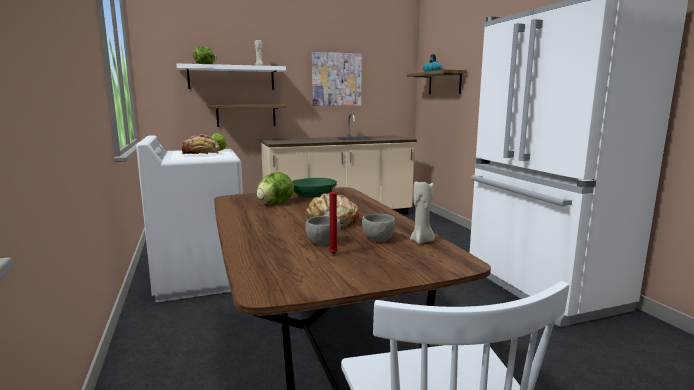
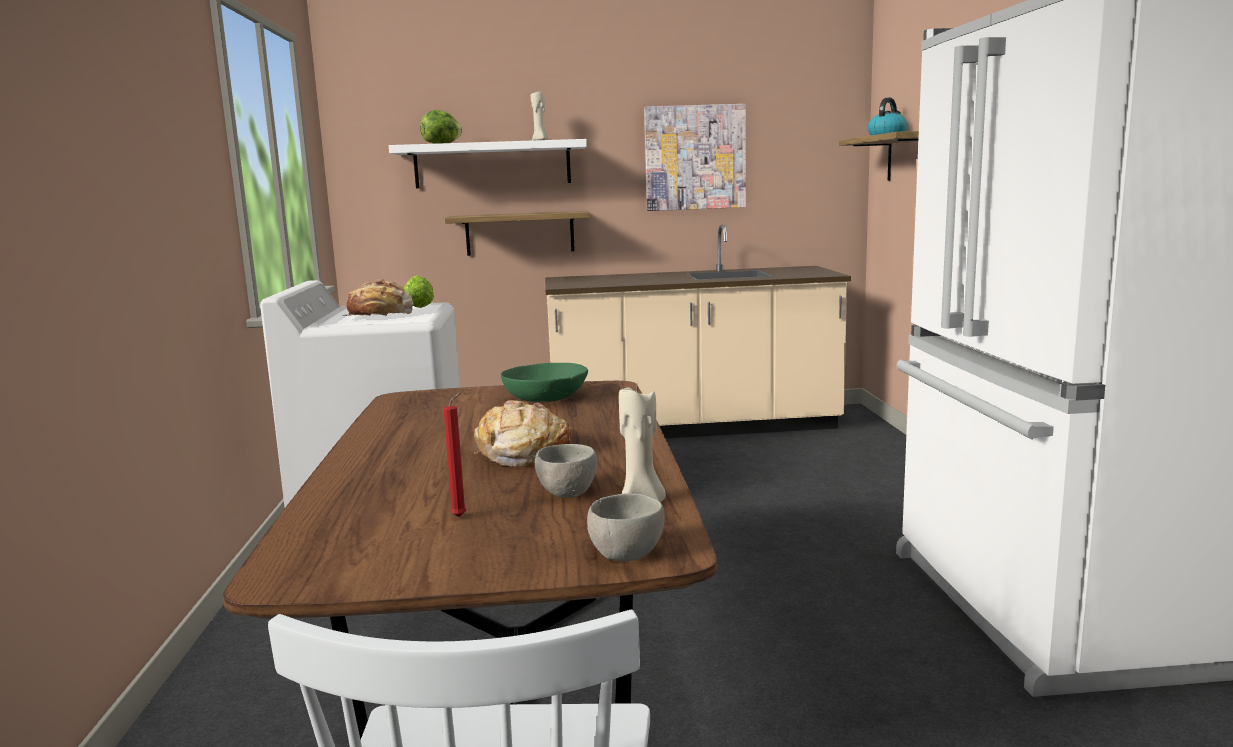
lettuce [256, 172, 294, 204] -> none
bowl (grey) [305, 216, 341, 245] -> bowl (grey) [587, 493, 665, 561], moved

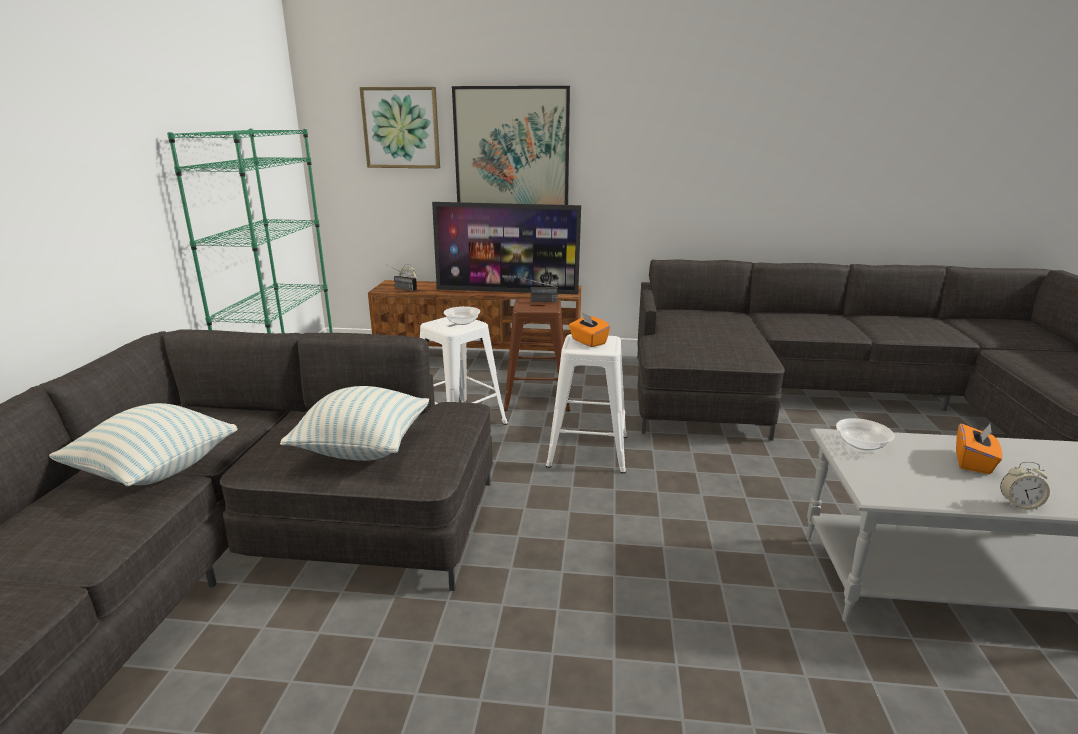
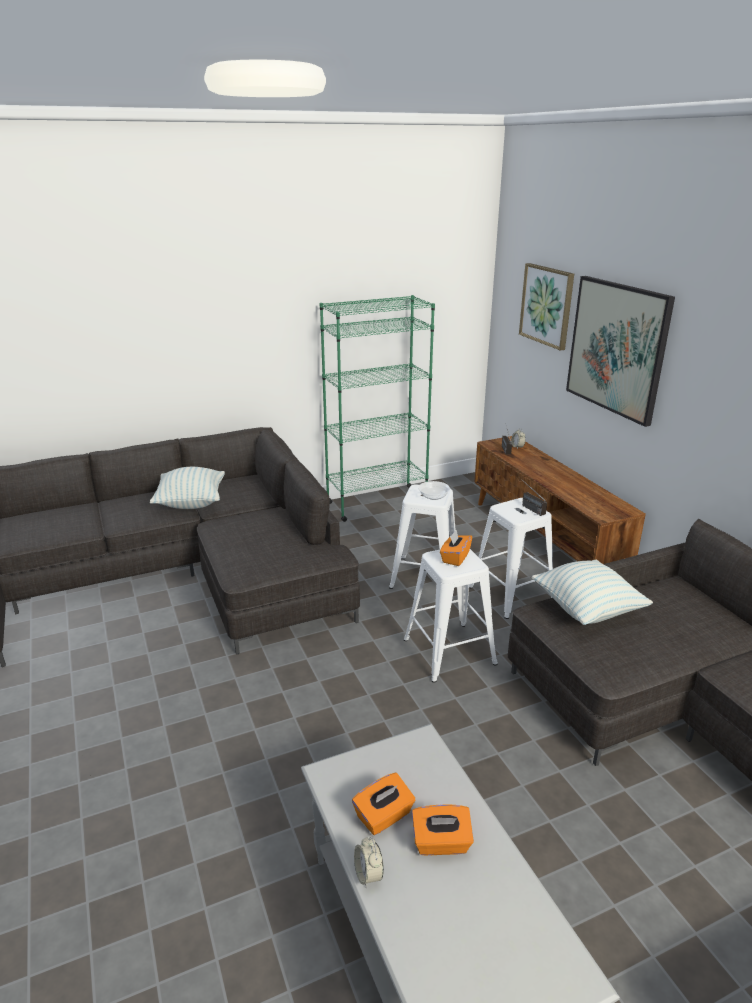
television [432, 202, 581, 295] -> none
stool (brown) [504, 299, 570, 412] -> stool (white) [469, 498, 553, 619]
pillow [280, 386, 429, 461] -> pillow [531, 560, 653, 625], moved
bowl [836, 418, 895, 450] -> none
none -> tissue box (orange) [352, 773, 415, 835]

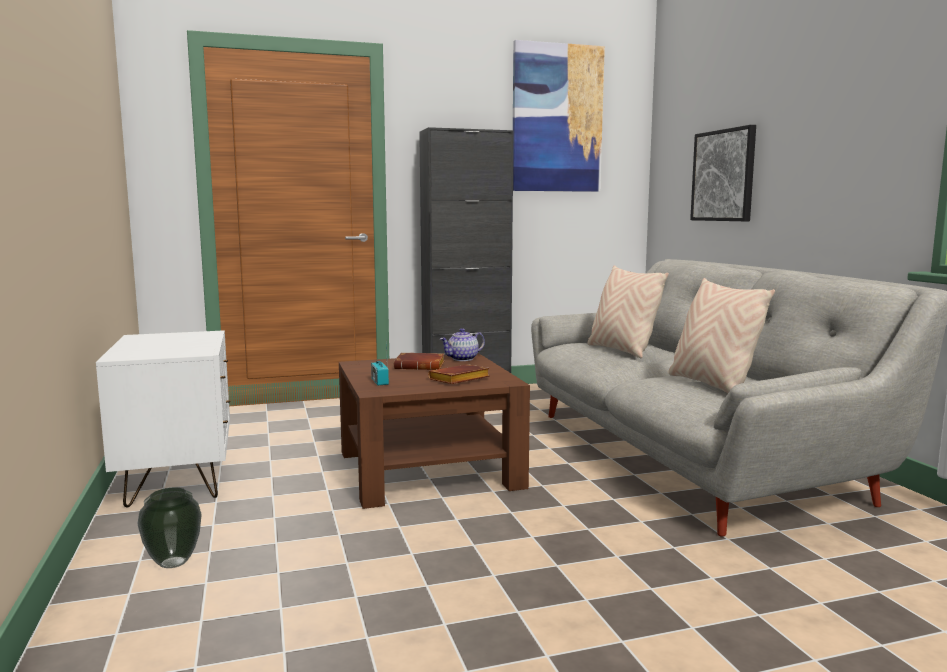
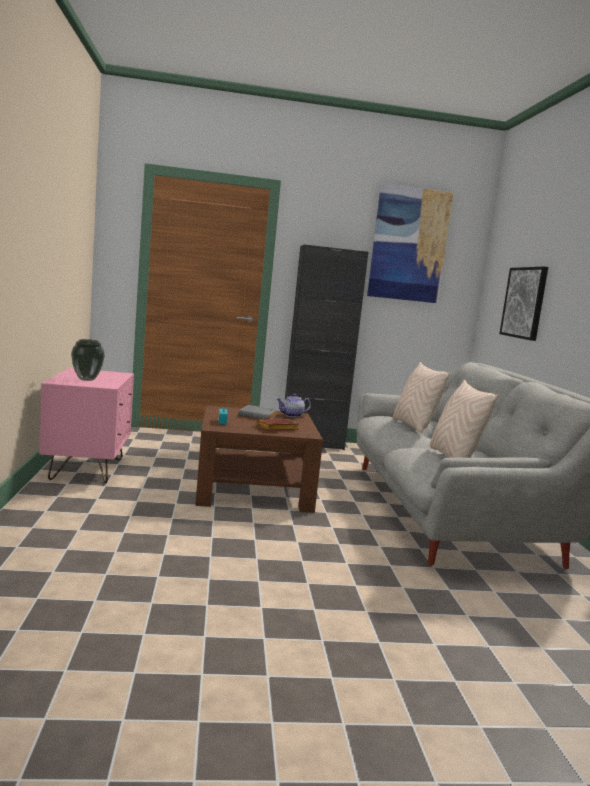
nightstand (white) [96, 330, 230, 508] -> nightstand (pink) [39, 368, 134, 483]
book (brown) [394, 353, 444, 370] -> book (grey) [239, 405, 277, 419]
vase [137, 488, 202, 568] -> vase [71, 339, 105, 381], moved

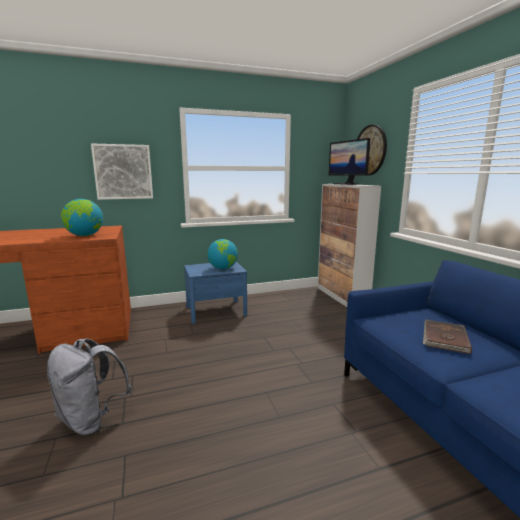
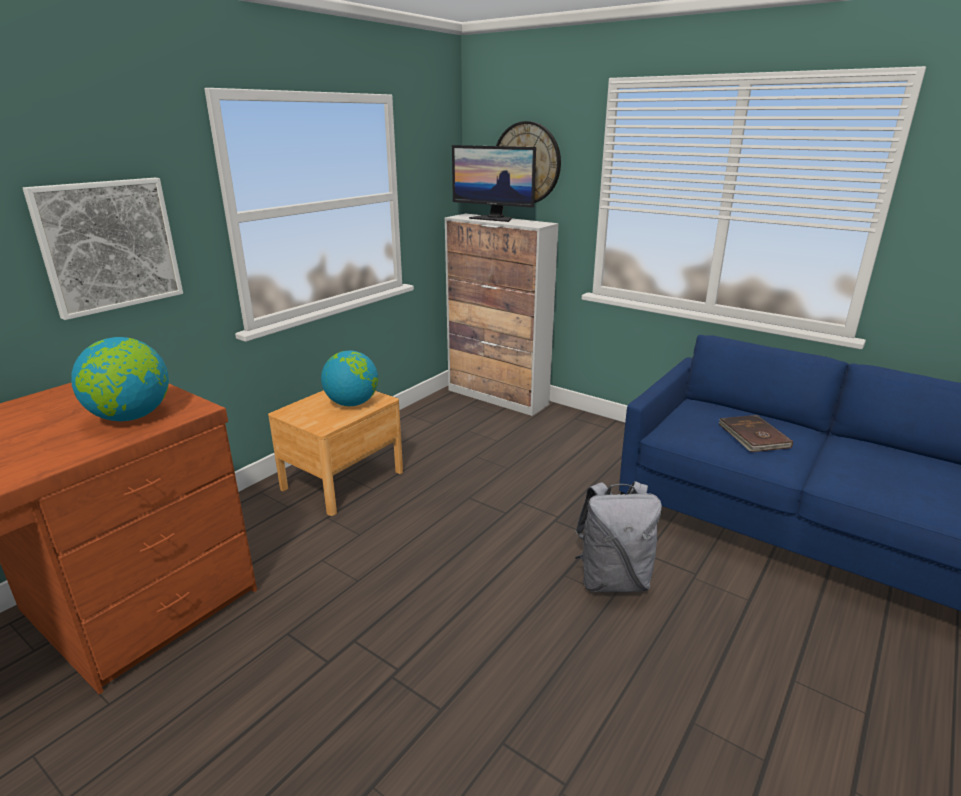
nightstand (blue) [184, 261, 247, 324] -> nightstand (brown) [268, 390, 403, 516]
backpack (grey) [47, 338, 132, 436] -> backpack (grey) [575, 481, 662, 592], moved

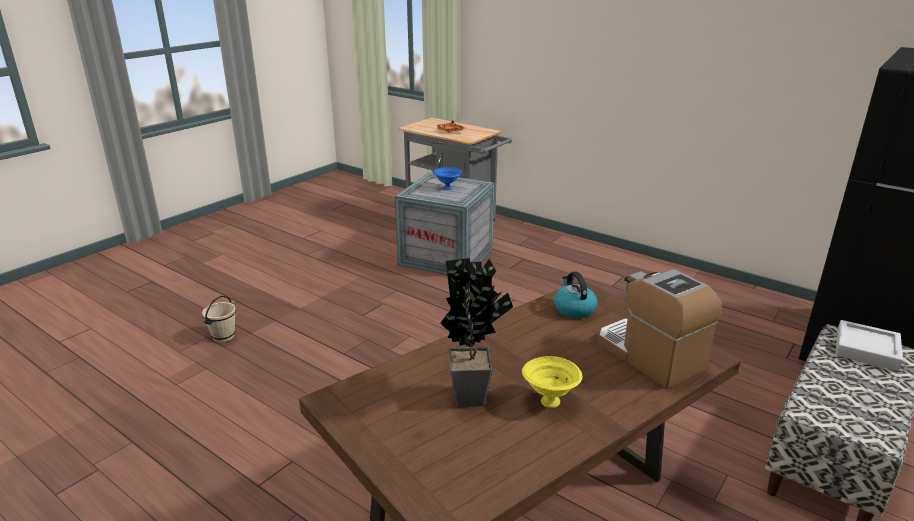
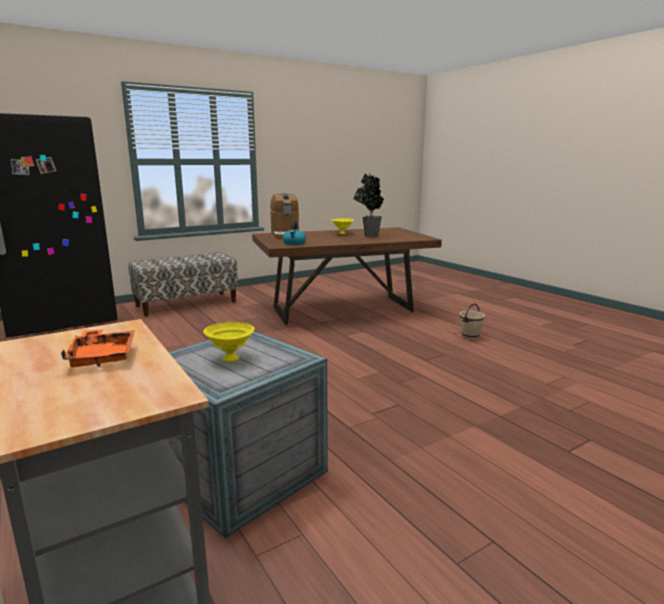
bowl (blue) [433, 167, 462, 190] -> bowl (yellow) [203, 322, 254, 362]
bucket (beige) [202, 296, 236, 343] -> bucket (beige) [460, 303, 485, 340], moved
tray (grey) [836, 320, 903, 371] -> none

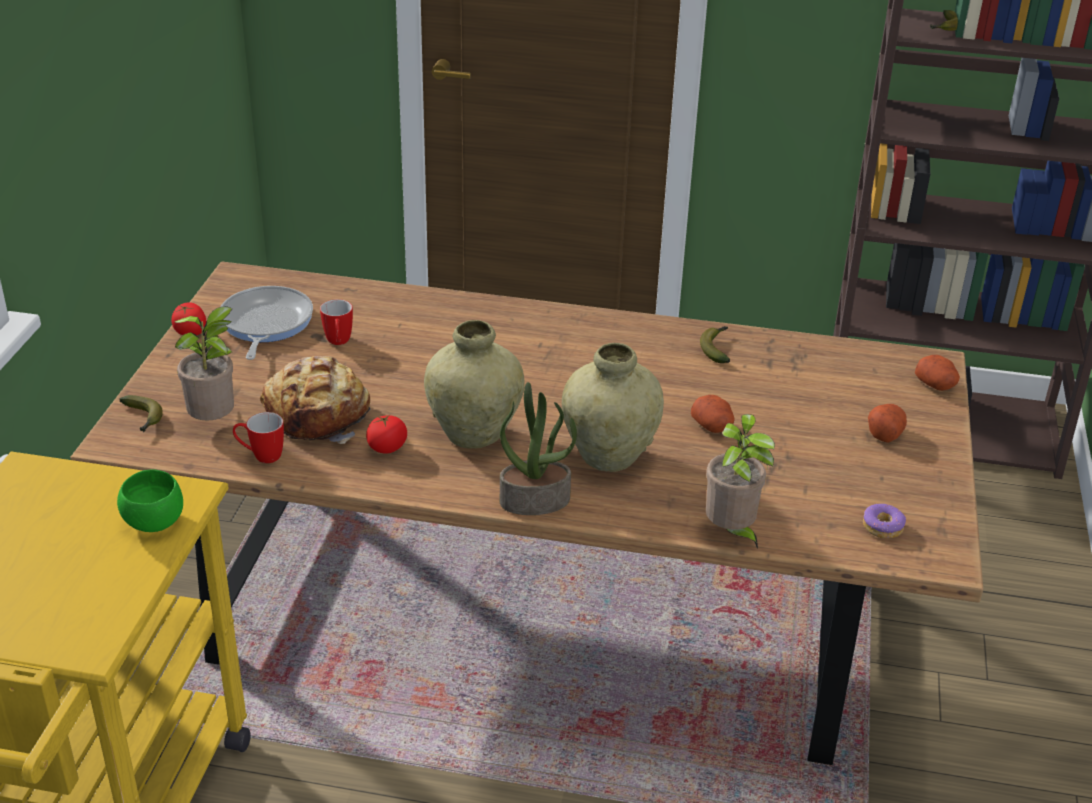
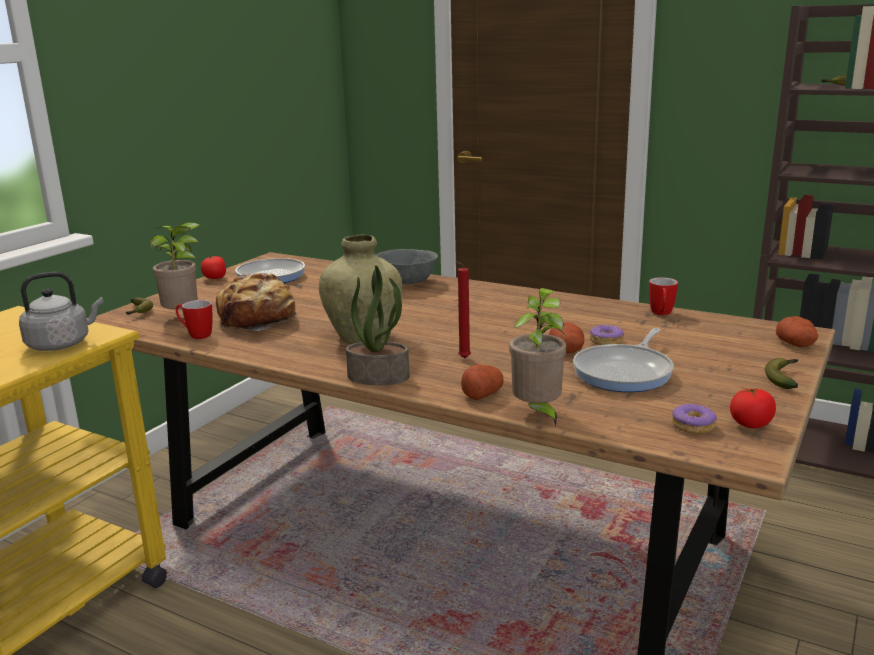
mug [320, 299, 353, 345] -> mug [649, 277, 678, 315], moved
banana [700, 326, 730, 363] -> banana [765, 358, 798, 389], moved
vase (beige) [562, 343, 664, 472] -> candle (red) [455, 261, 471, 358]
potato [868, 404, 907, 443] -> potato [461, 364, 503, 400], moved
tomato [366, 415, 407, 454] -> tomato [730, 387, 776, 428], moved
bowl (green) [117, 469, 183, 532] -> kettle (grey) [19, 272, 103, 351]
none -> bowl (grey) [376, 249, 438, 284]
none -> donut [589, 324, 624, 345]
none -> frying pan [573, 328, 674, 392]

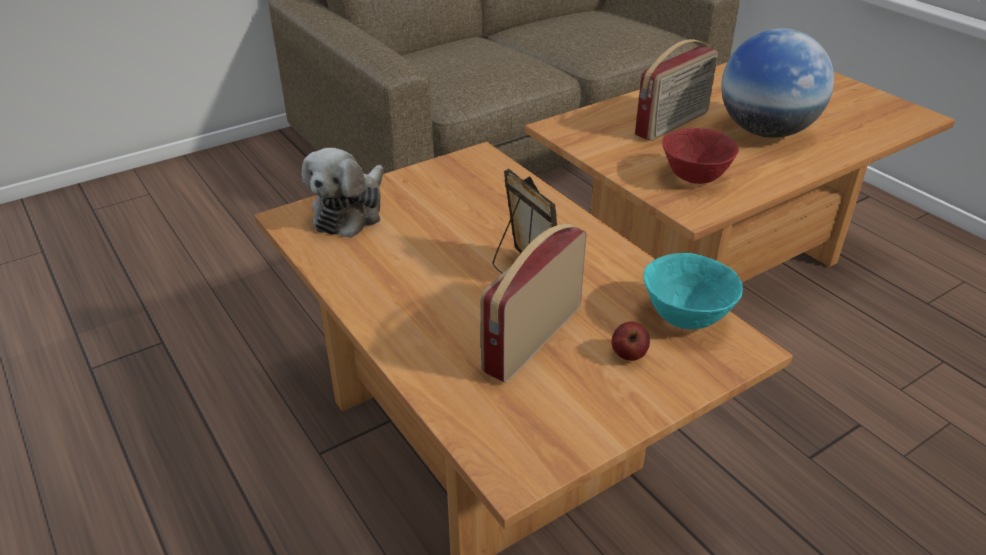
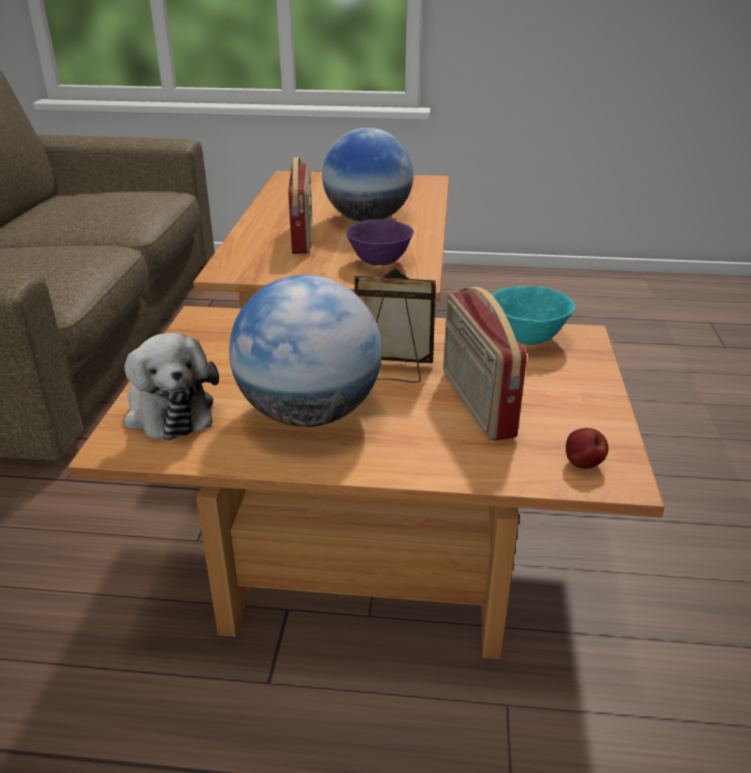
bowl (red) [662, 128, 739, 184] -> bowl (purple) [346, 219, 414, 266]
apple [611, 322, 650, 361] -> apple [566, 428, 609, 469], moved
none -> globe [229, 275, 382, 427]

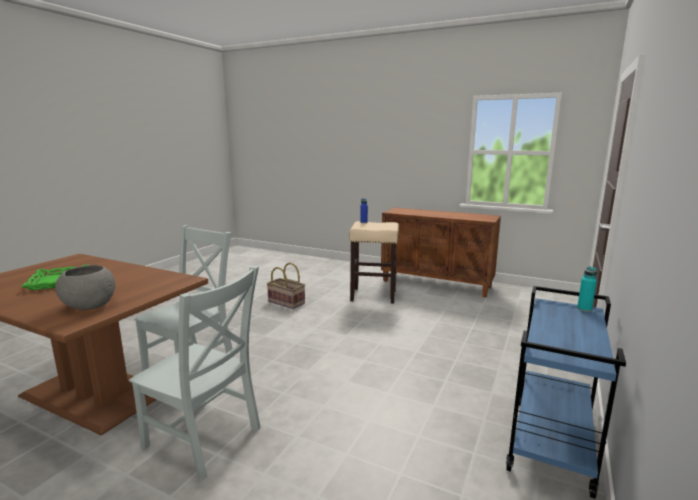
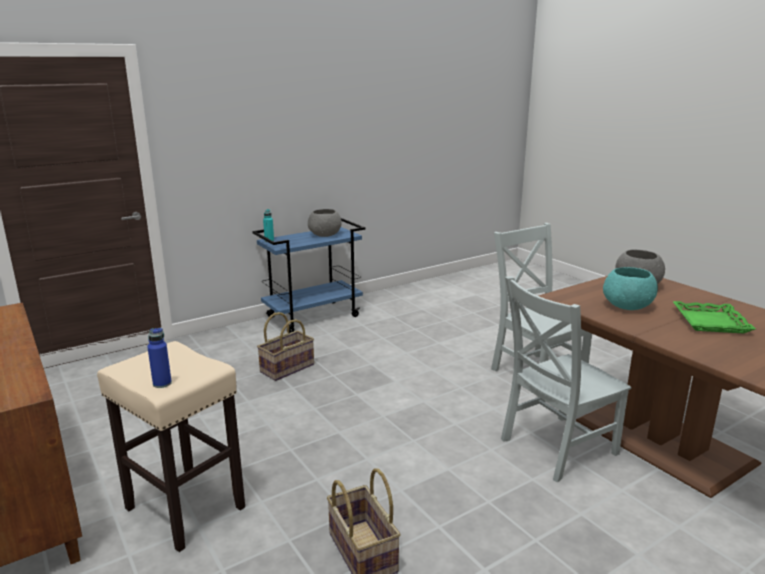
none -> bowl (grey) [308, 209, 342, 237]
none -> bowl (turquoise) [603, 267, 658, 310]
none -> basket [257, 312, 314, 381]

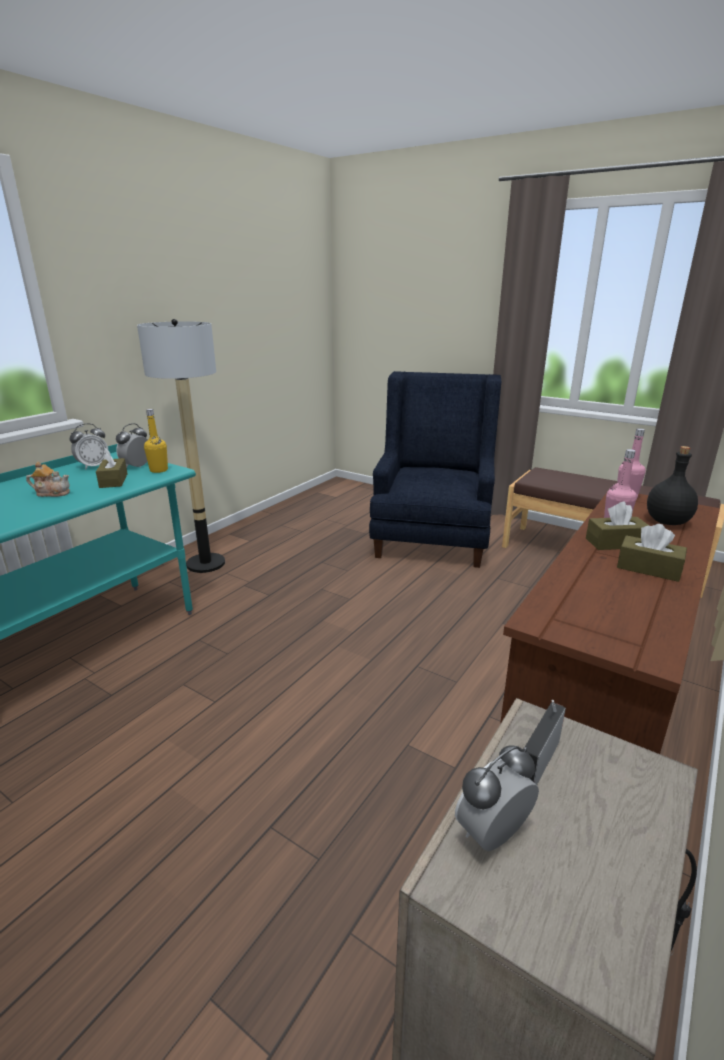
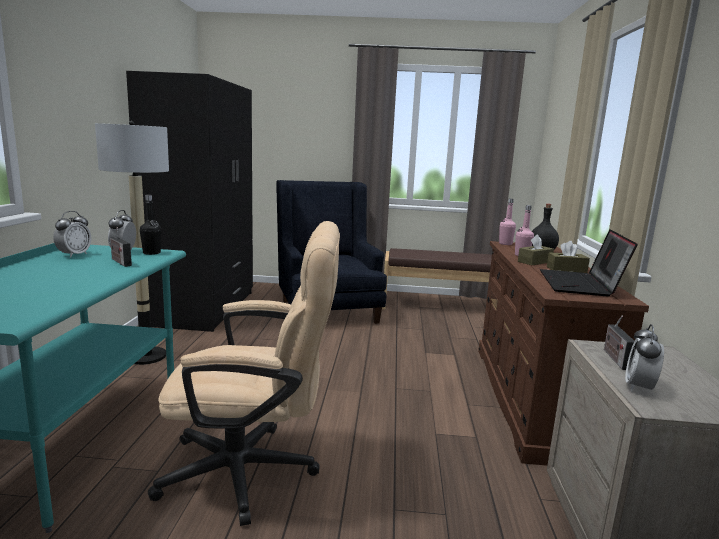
bottle (yellow) [144, 409, 168, 473] -> bottle (black) [140, 195, 162, 255]
tissue box (brown) [96, 448, 128, 488] -> radio [110, 227, 132, 267]
teapot [26, 462, 70, 497] -> none
none -> wardrobe (black) [126, 71, 253, 332]
none -> office chair (beige) [148, 221, 340, 526]
none -> laptop [540, 230, 638, 297]

